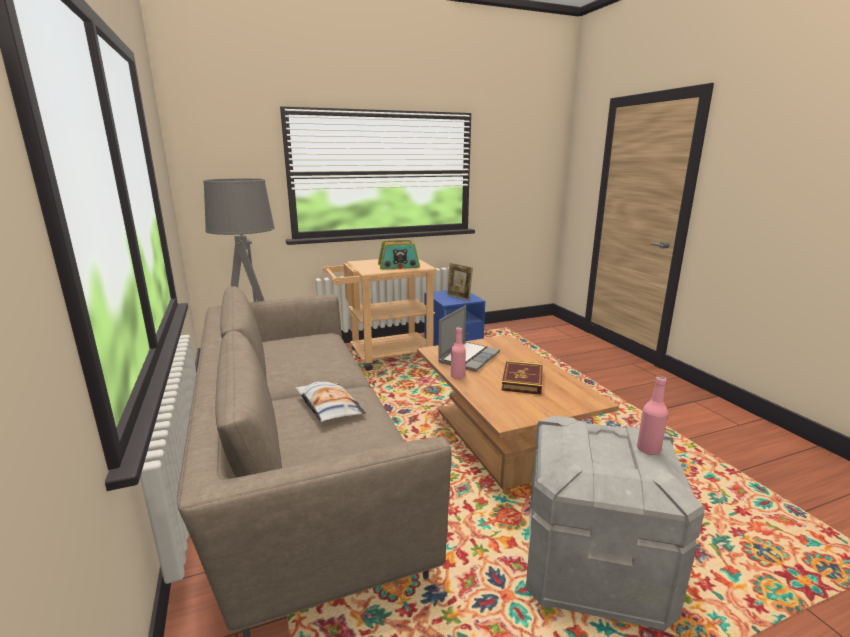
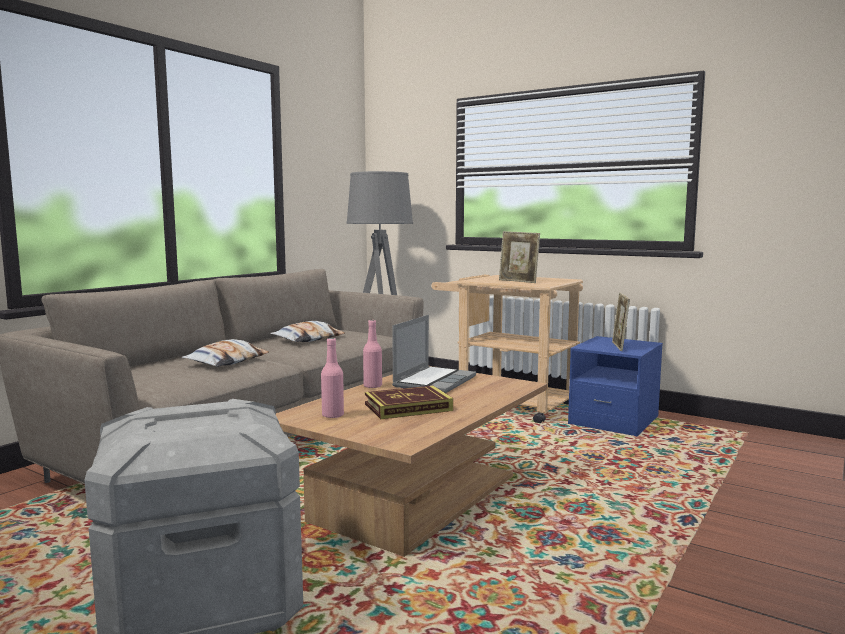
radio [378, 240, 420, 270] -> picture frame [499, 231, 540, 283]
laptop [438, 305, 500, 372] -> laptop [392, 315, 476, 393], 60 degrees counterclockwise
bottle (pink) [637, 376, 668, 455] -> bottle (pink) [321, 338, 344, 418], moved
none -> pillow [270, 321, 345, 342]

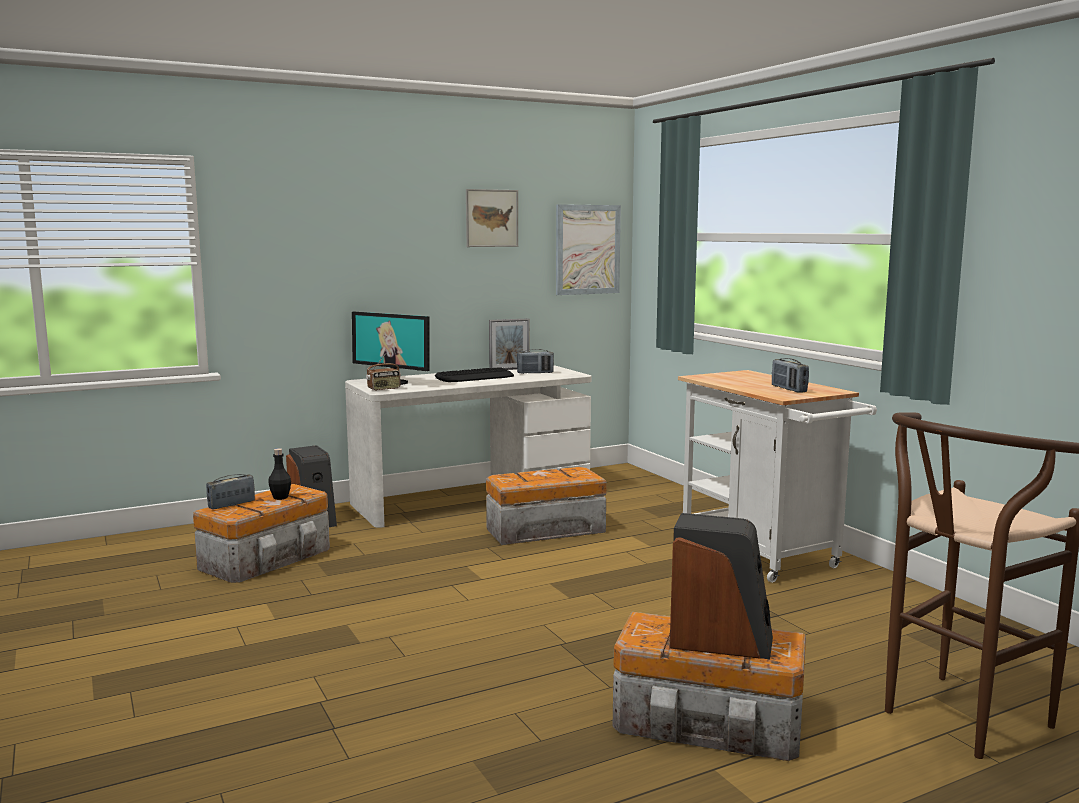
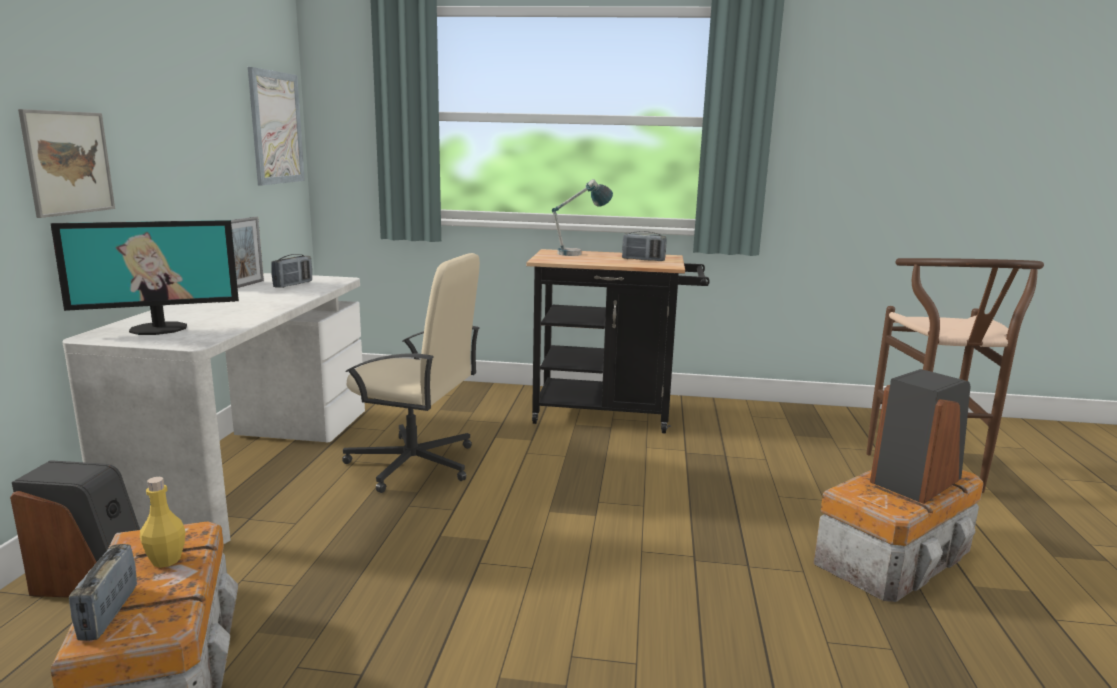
picture [466, 189, 518, 247] -> picture [18, 109, 115, 218], moved
radio [366, 353, 401, 391] -> none
keyboard [435, 368, 514, 382] -> none
cart (white) [678, 370, 877, 583] -> cart (black) [526, 249, 709, 433]
bottle (black) [268, 448, 291, 500] -> bottle (yellow) [140, 477, 186, 568]
storage box [486, 467, 607, 545] -> office chair (beige) [342, 253, 480, 493]
none -> table lamp [552, 179, 613, 256]

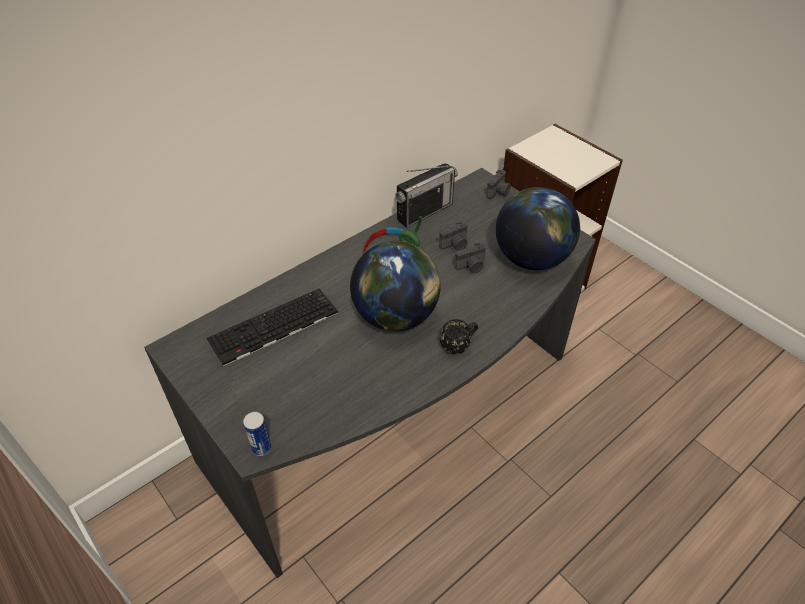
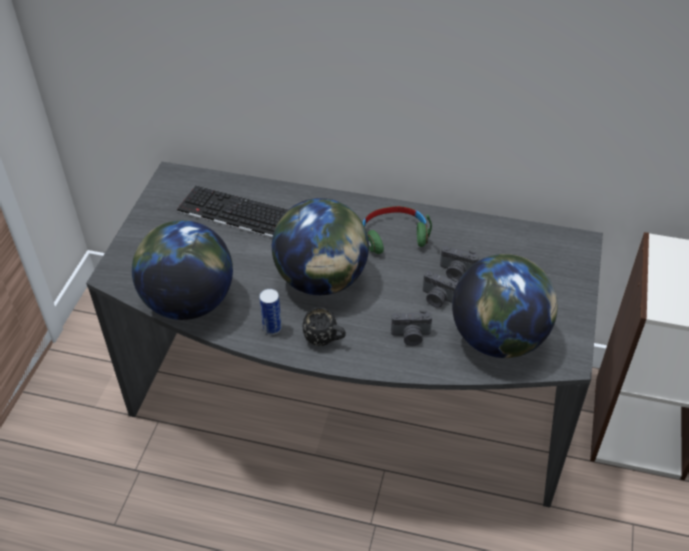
radio [395, 164, 458, 228] -> none
photo camera [486, 170, 511, 199] -> photo camera [391, 310, 432, 346], moved
can [243, 412, 271, 456] -> can [259, 289, 282, 335], moved
none -> globe [132, 220, 233, 320]

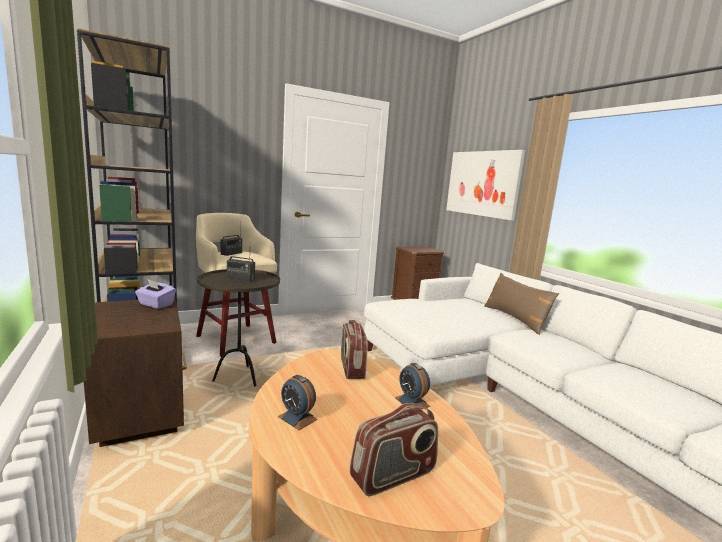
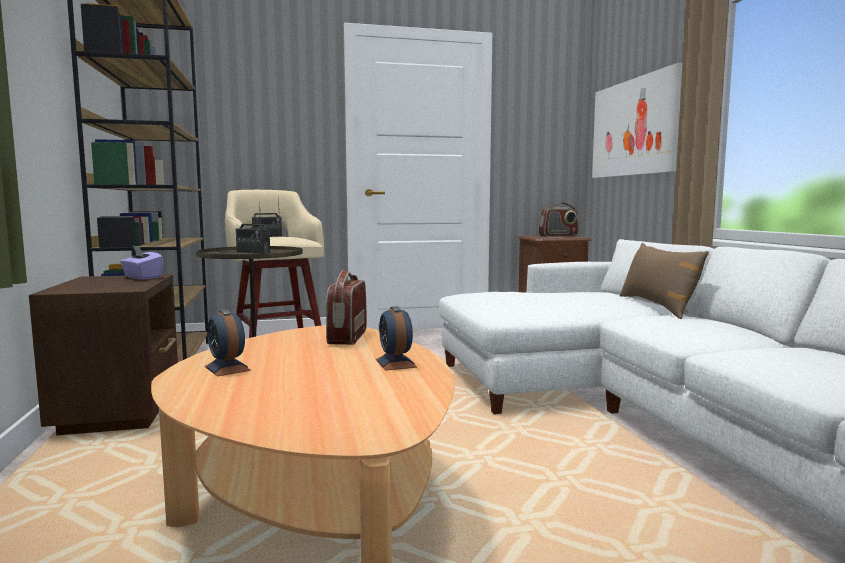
radio [350, 403, 438, 496] -> radio [539, 202, 578, 237], moved

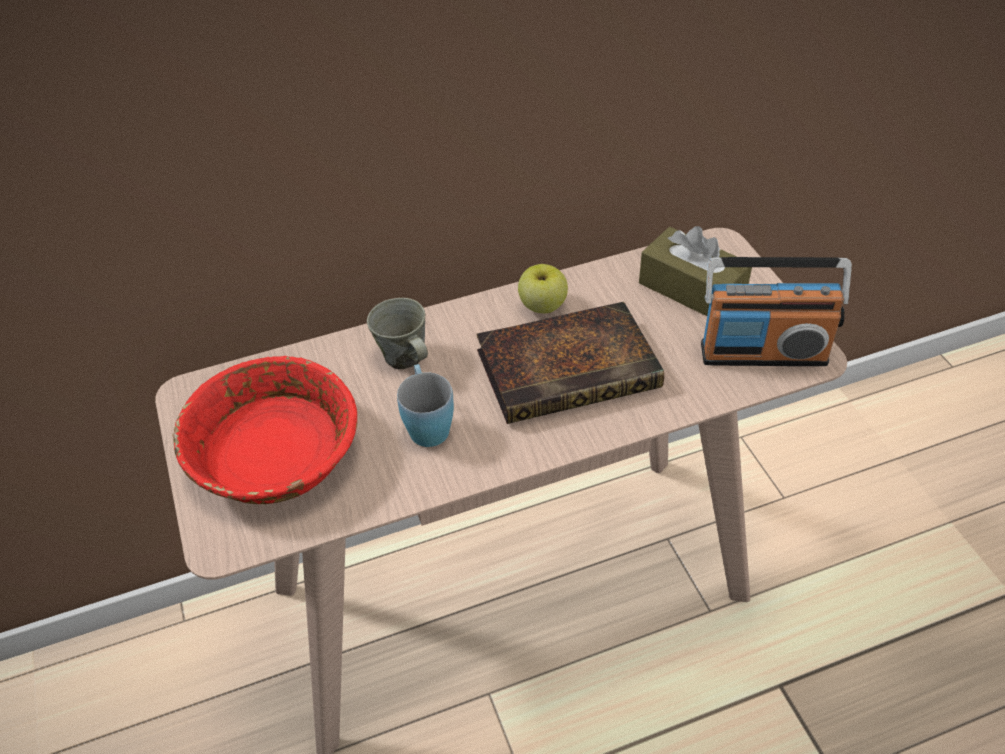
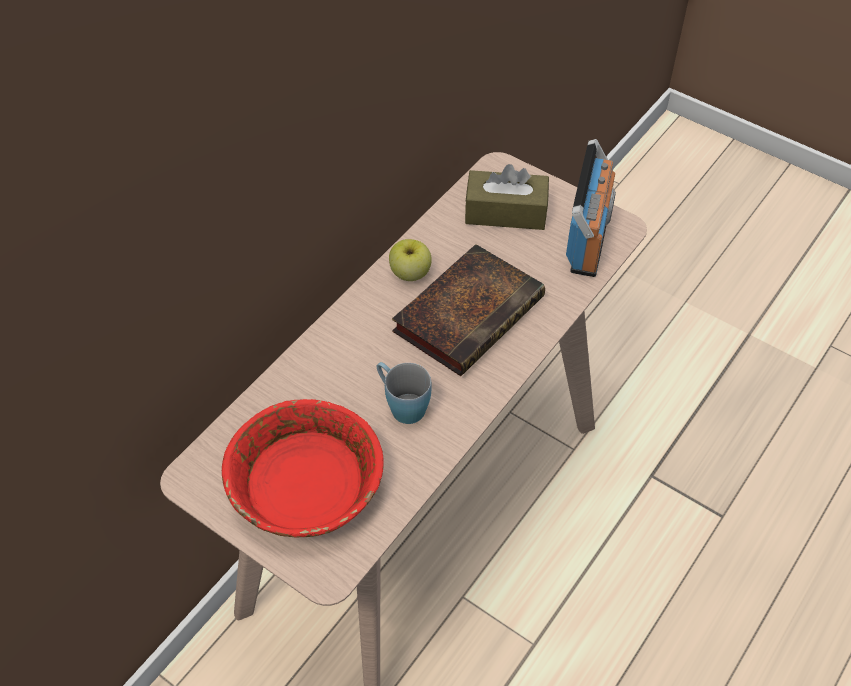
radio [701, 257, 852, 366] -> radio [566, 139, 616, 277], 45 degrees counterclockwise
mug (grey) [367, 298, 428, 370] -> none

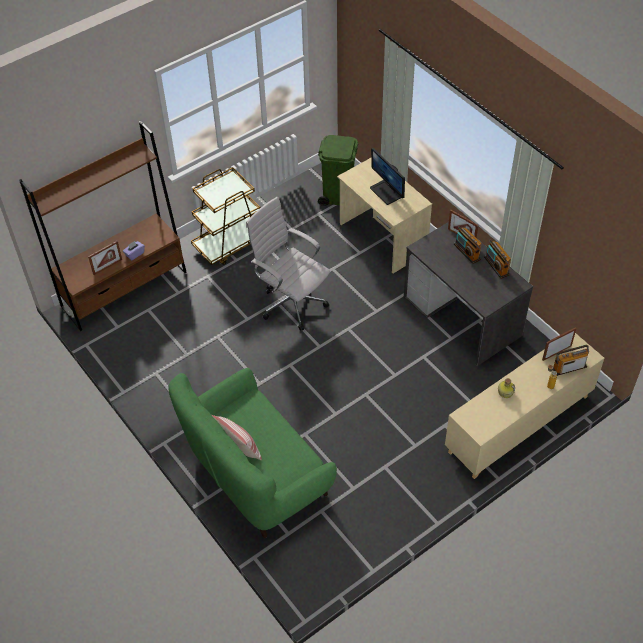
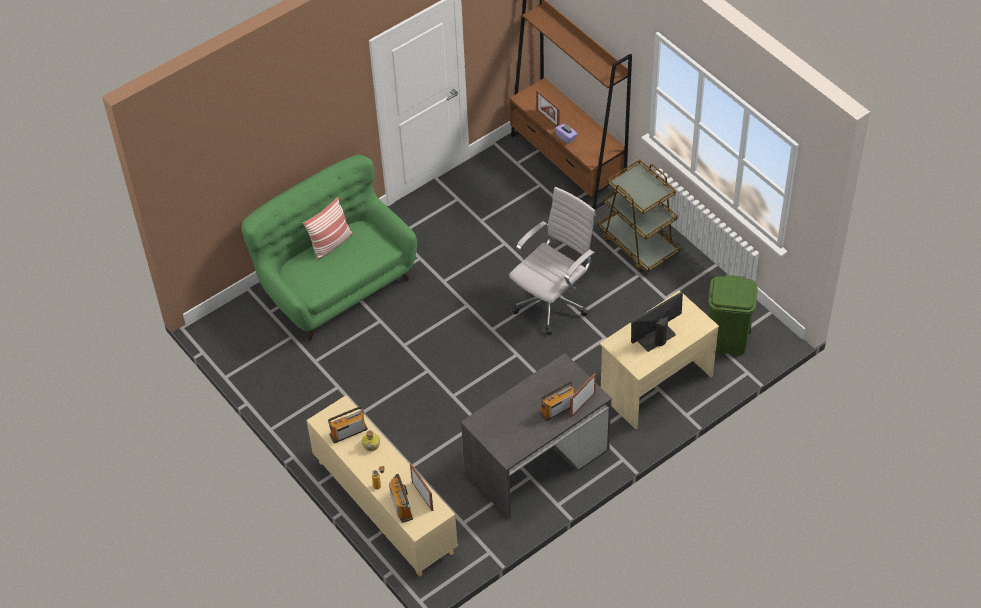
radio [484, 239, 511, 279] -> radio [328, 406, 368, 443], moved

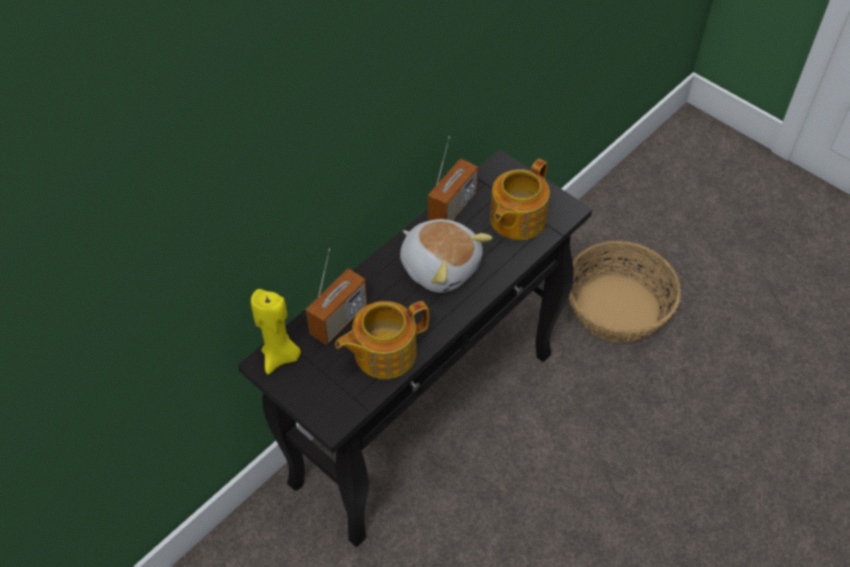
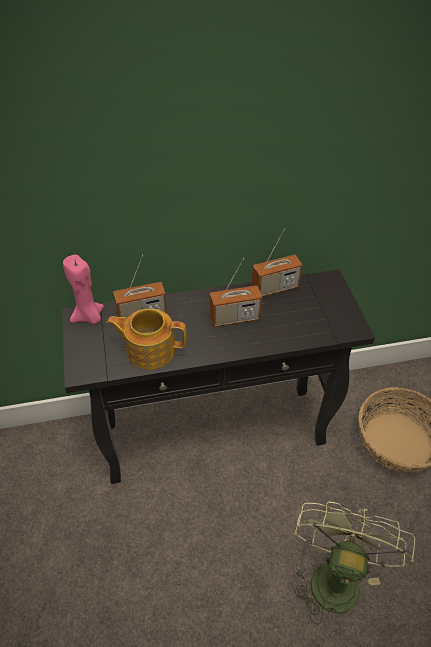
teapot [490, 159, 550, 240] -> none
plush toy [400, 219, 493, 293] -> radio [210, 258, 262, 327]
candle (yellow) [251, 289, 301, 374] -> candle (pink) [63, 254, 104, 324]
none -> fan (green) [293, 501, 415, 625]

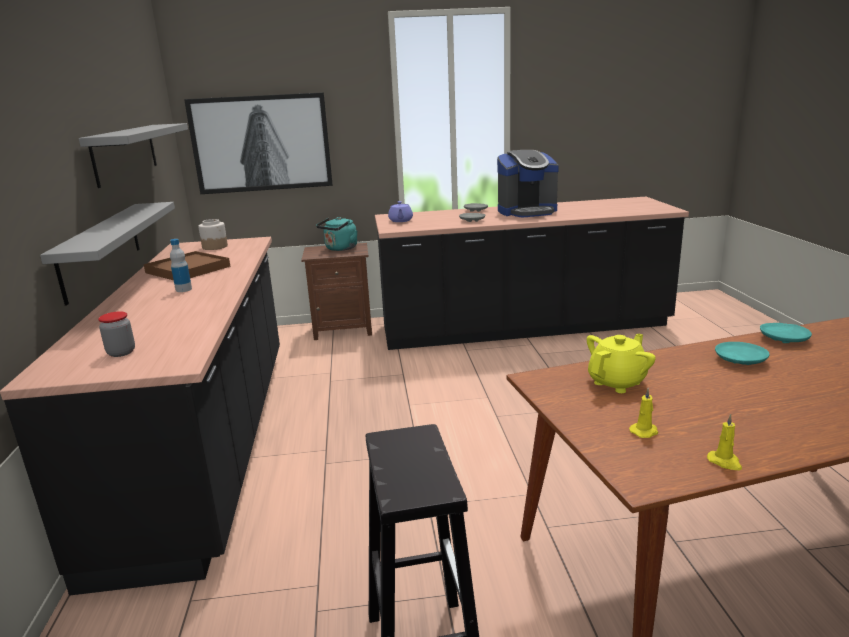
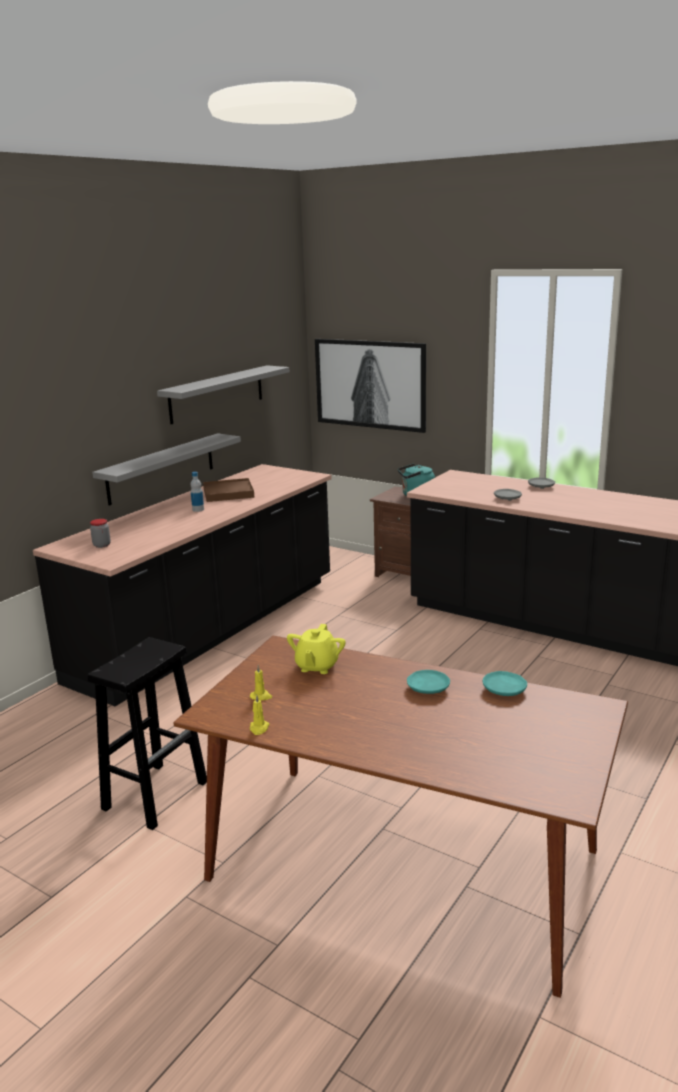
coffee machine [497, 150, 559, 217] -> none
teapot (purple) [388, 201, 413, 222] -> none
jar [198, 219, 228, 250] -> none
teapot (yellow) [587, 333, 656, 393] -> teapot (yellow) [287, 624, 346, 674], 105 degrees clockwise

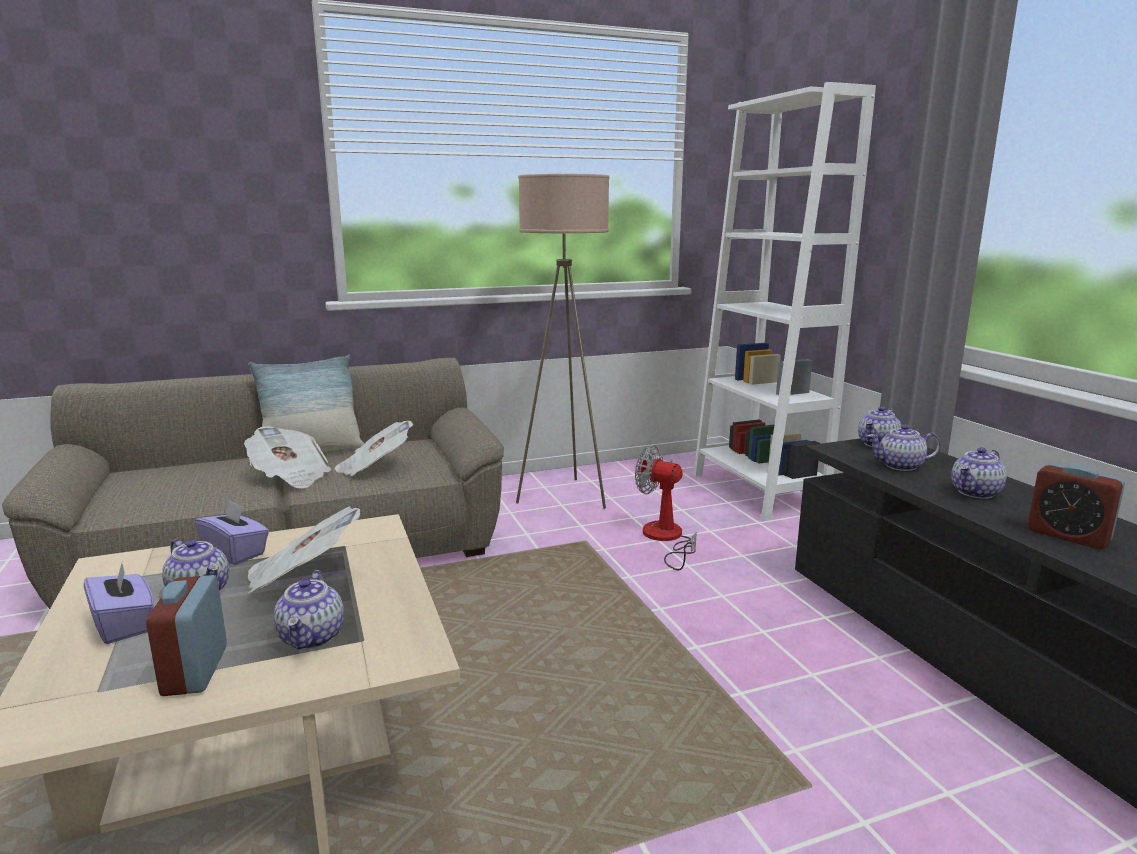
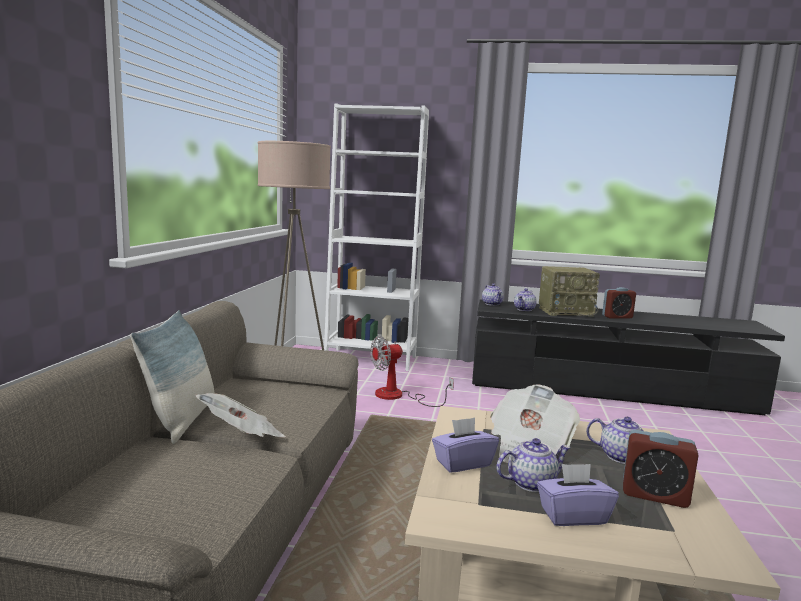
newspaper [334, 421, 413, 476] -> none
teapot [951, 447, 1007, 499] -> radio [539, 266, 600, 317]

